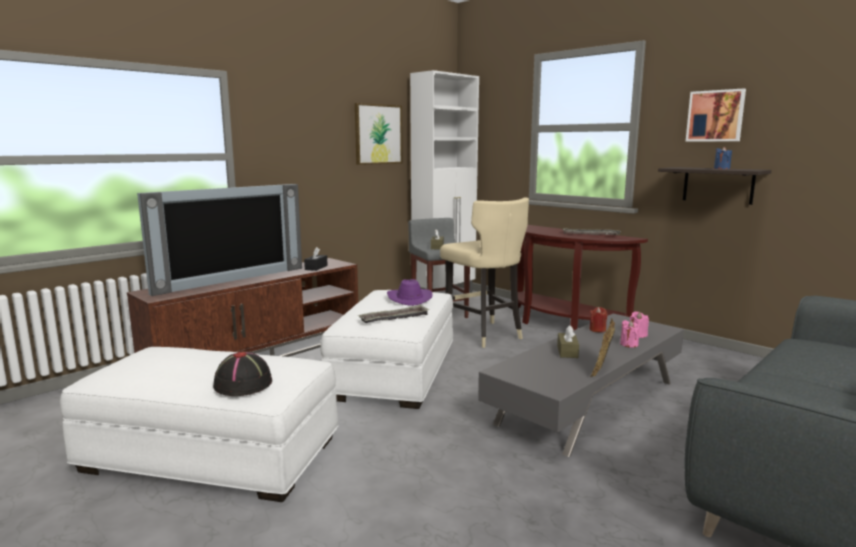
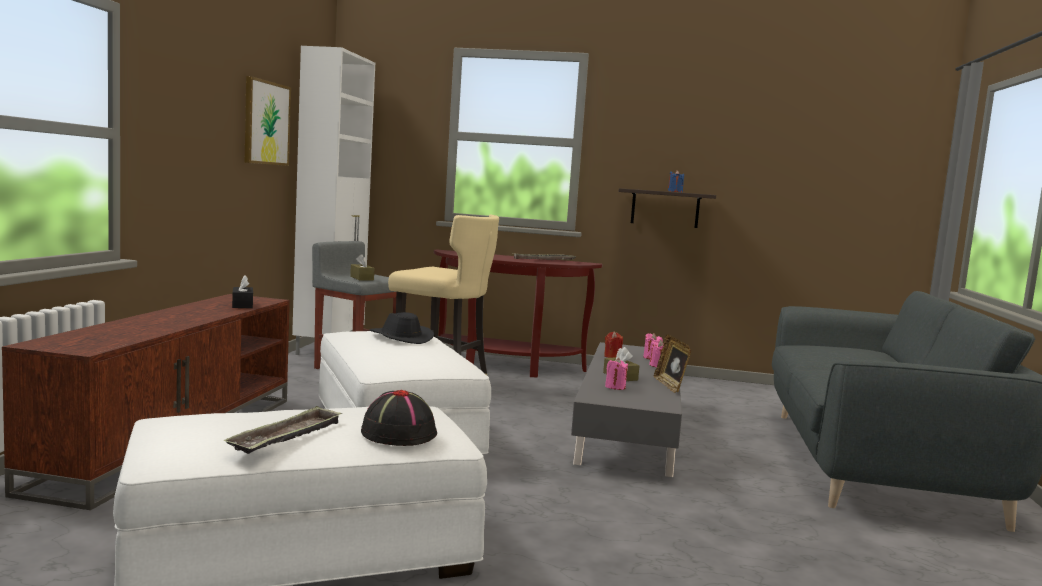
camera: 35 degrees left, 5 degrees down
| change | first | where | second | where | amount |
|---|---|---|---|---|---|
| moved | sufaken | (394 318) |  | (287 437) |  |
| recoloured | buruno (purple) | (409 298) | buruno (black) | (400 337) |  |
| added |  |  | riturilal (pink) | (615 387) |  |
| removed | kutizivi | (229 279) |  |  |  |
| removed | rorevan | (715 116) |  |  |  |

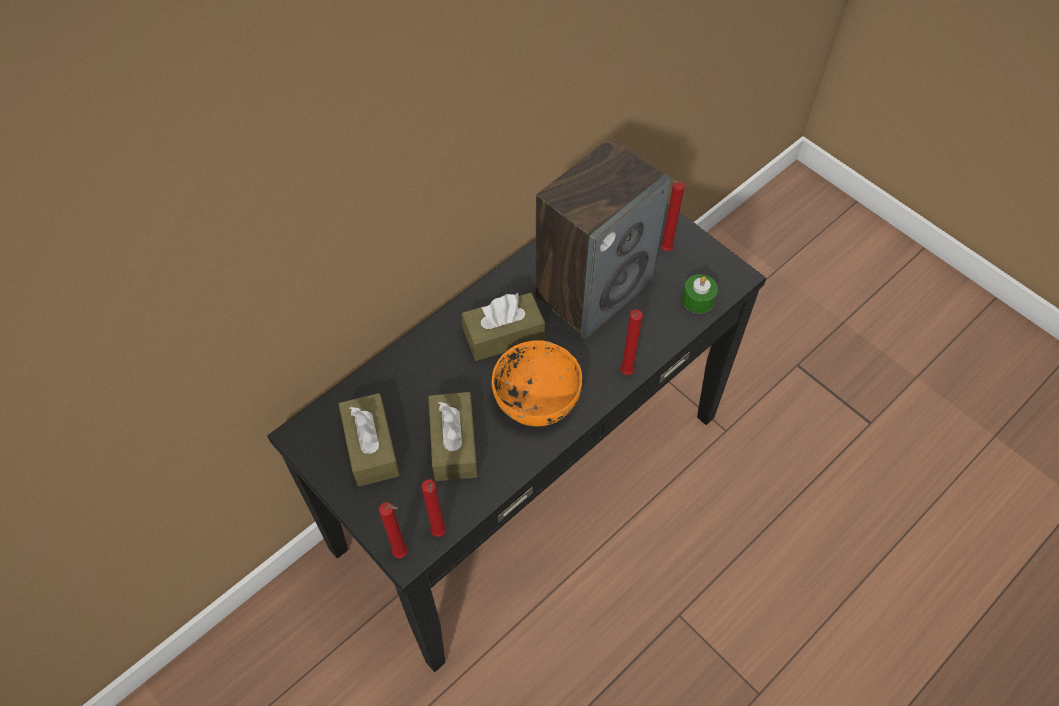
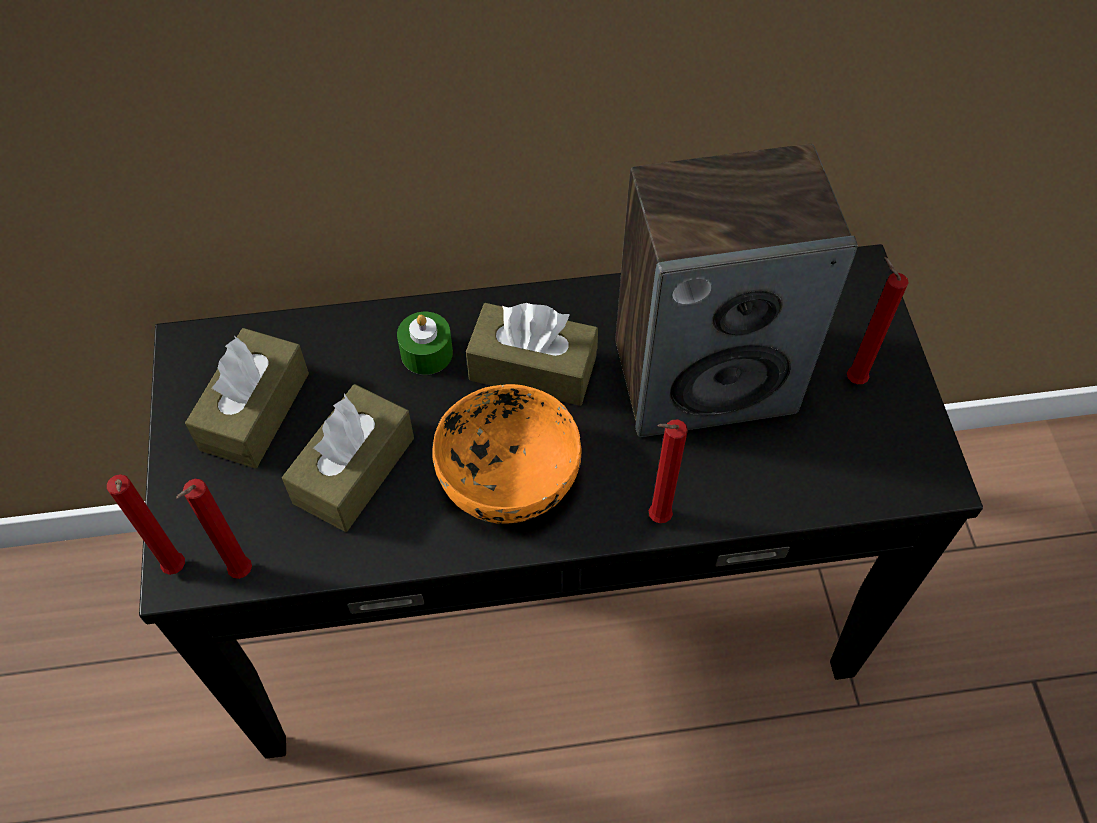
camera: 35 degrees right, 0 degrees up
| change | first | where | second | where | amount |
|---|---|---|---|---|---|
| moved | riturilal (green) | (698 299) |  | (426 353) |  |

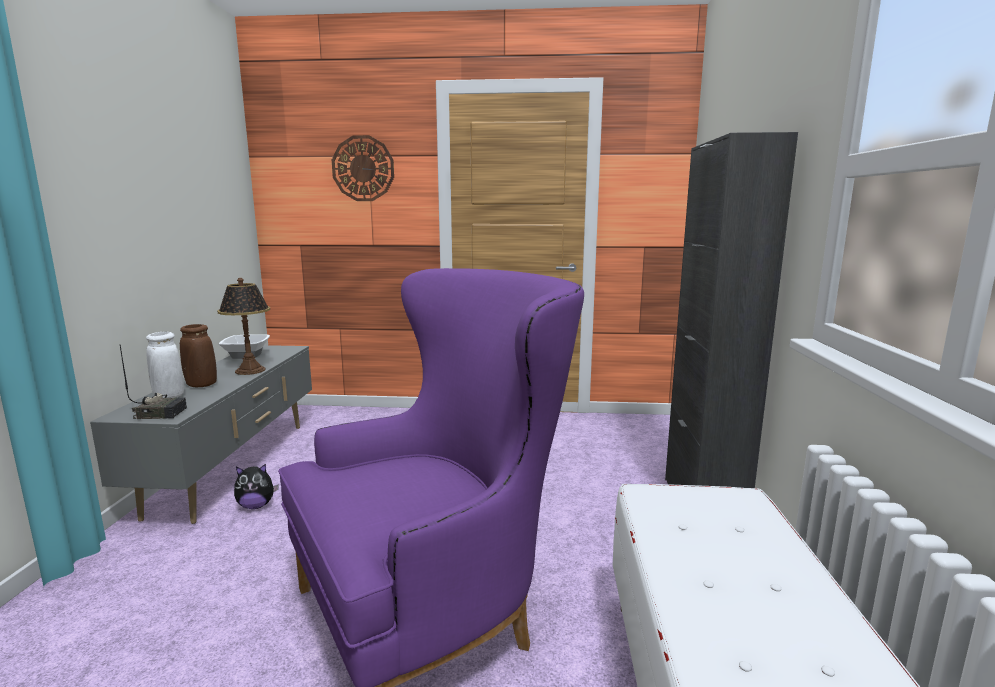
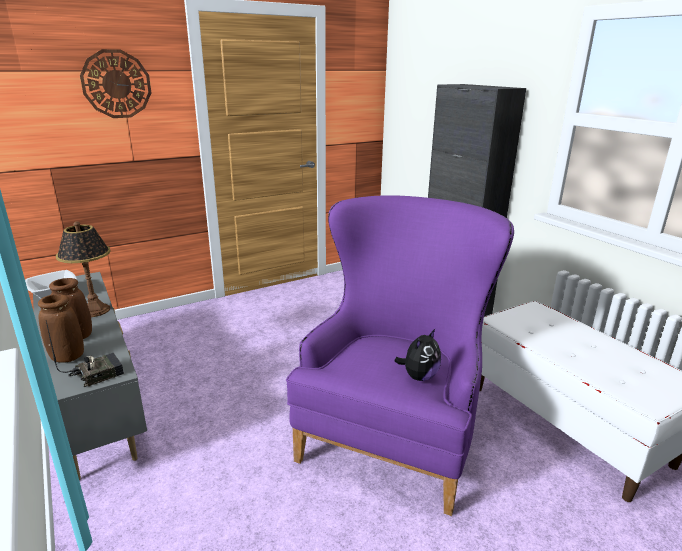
camera: 35 degrees left, 10 degrees up
| change | first | where | second | where | amount |
|---|---|---|---|---|---|
| recoloured | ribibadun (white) | (169 396) | ribibadun (brown) | (67 357) |  |
| moved | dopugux | (256 506) |  | (419 376) |  |

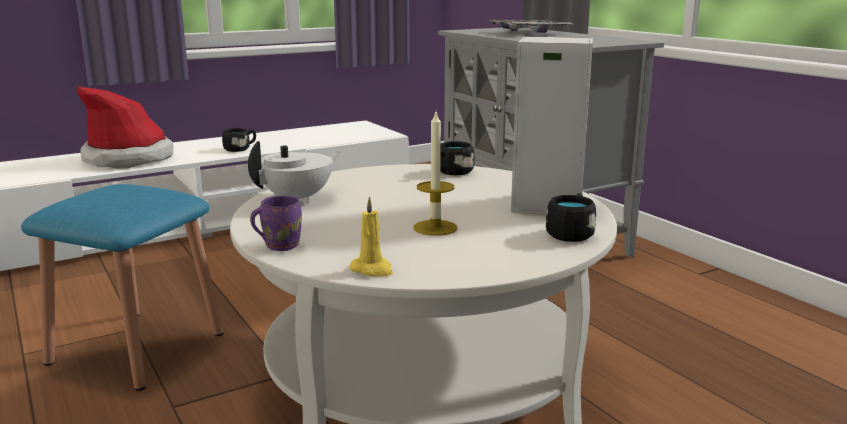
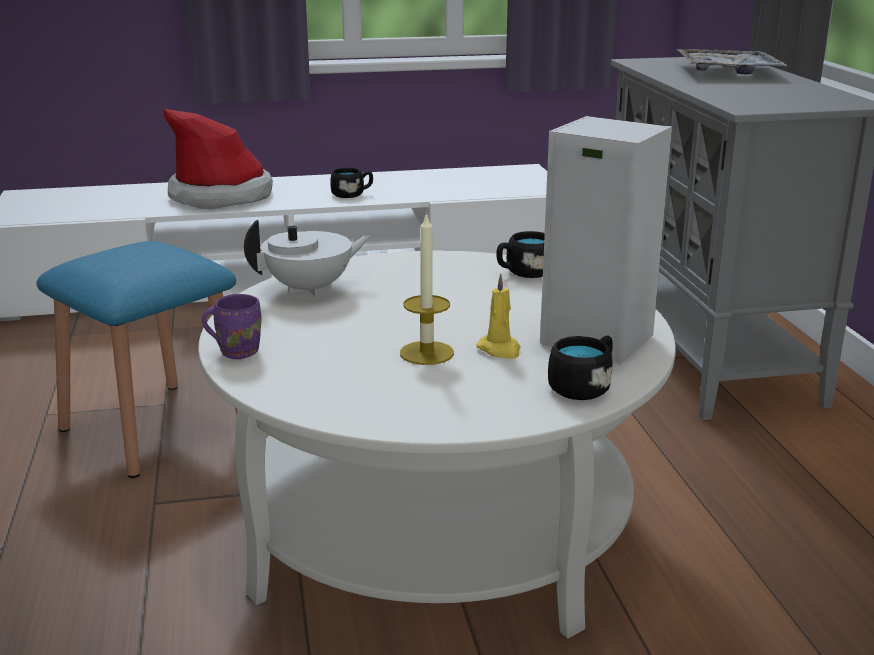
camera: 20 degrees right, 5 degrees up
| change | first | where | second | where | amount |
|---|---|---|---|---|---|
| moved | riturilal (yellow) | (372 270) |  | (500 350) |  |

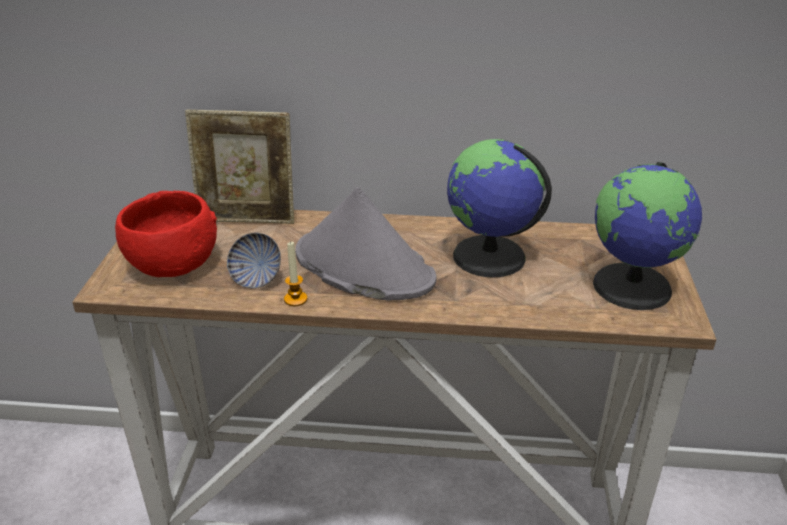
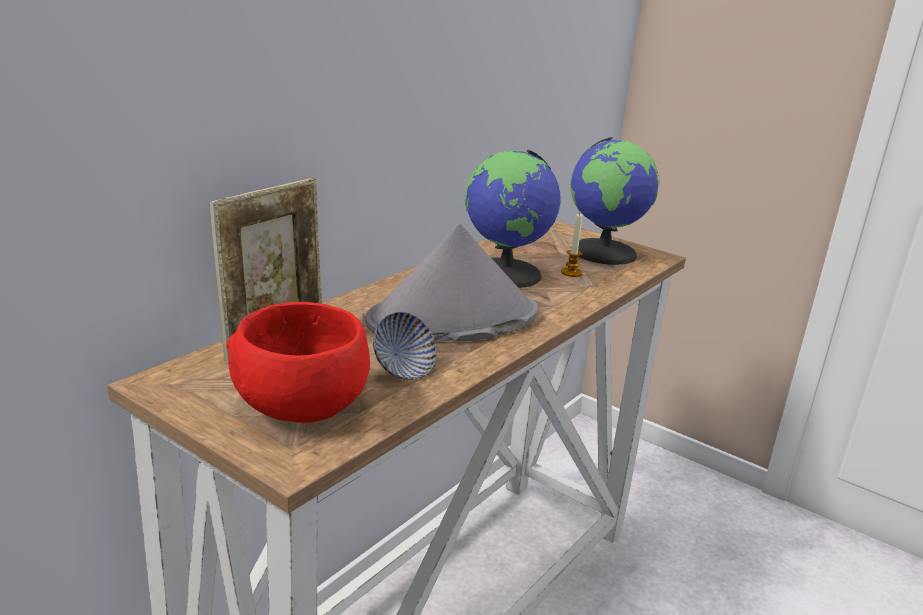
camera: 60 degrees left, 10 degrees down
| change | first | where | second | where | amount |
|---|---|---|---|---|---|
| moved | riturilal | (295 299) |  | (571 273) |  |

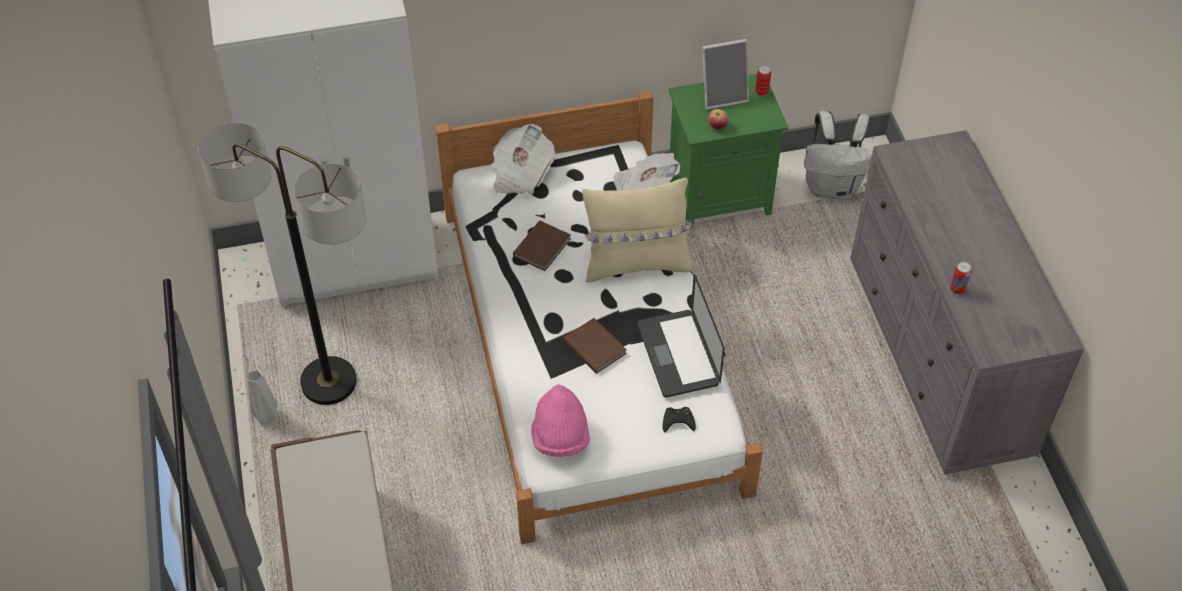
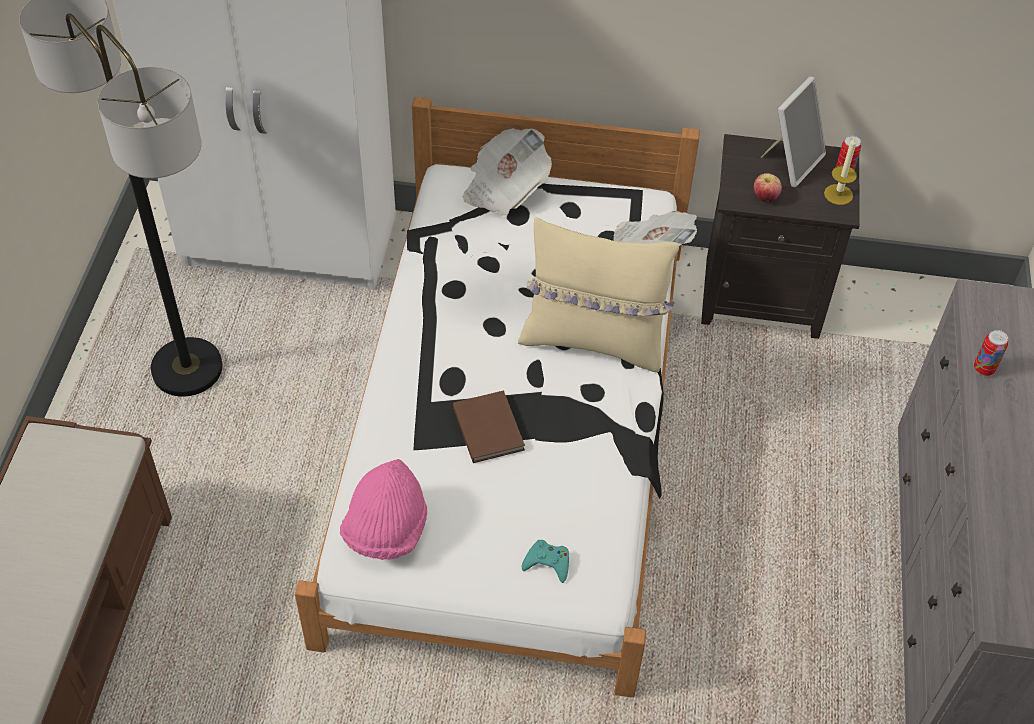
camera: 20 degrees right, 0 degrees up
| change | first | where | second | where | amount |
|---|---|---|---|---|---|
| recoloured | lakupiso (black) | (678 422) | lakupiso (turquoise) | (547 563) |  |
| recoloured | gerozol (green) | (720 195) | gerozol (black) | (763 296) |  |
| turned | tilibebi | (723 95) |  | (791 161) | 60 degrees counterclockwise |
| added |  |  | riturilal | (838 194) |  |
| moved | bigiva | (957 289) |  | (983 369) |  |
| removed | ribibadun (grey) | (267 418) |  |  |  |
| removed | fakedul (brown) | (543 246) |  |  |  |
| removed | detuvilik | (678 354) |  |  |  |
| removed | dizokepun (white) | (833 187) |  |  |  |

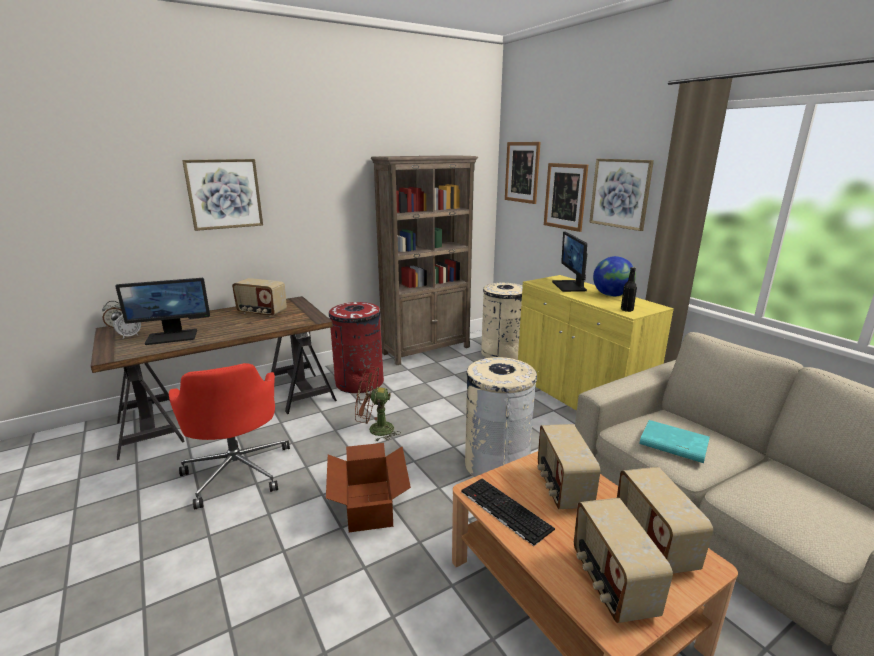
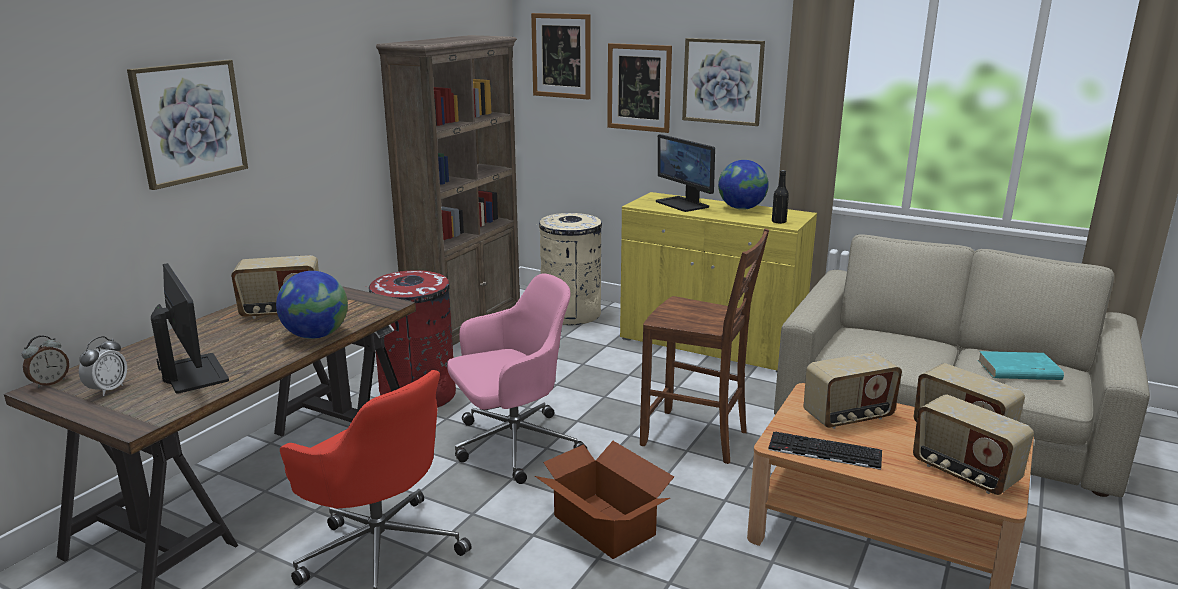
camera: 30 degrees left, 0 degrees up
| change | first | where | second | where | amount |
|---|---|---|---|---|---|
| turned | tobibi | (172 336) |  | (193 373) | 75 degrees counterclockwise |
| added |  |  | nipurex | (316 335) |  |
| replaced | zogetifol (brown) | (375 430) | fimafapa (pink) | (513 445) |  |
| replaced | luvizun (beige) | (497 464) | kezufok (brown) | (697 438) |  |
| turned | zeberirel | (562 487) |  | (848 417) | 75 degrees counterclockwise |
| moved | fakedul (turquoise) | (672 444) |  | (1018 370) |  |

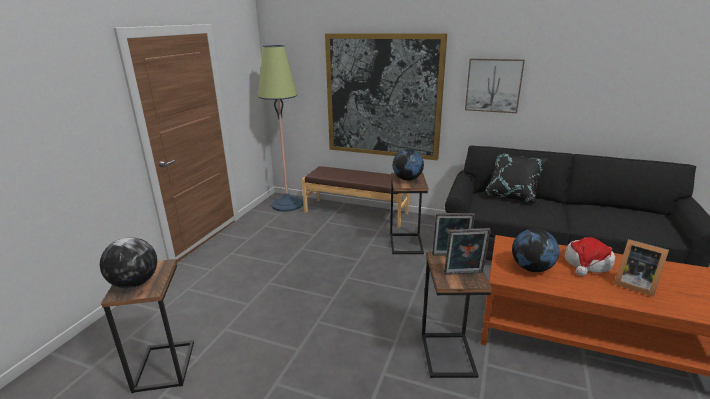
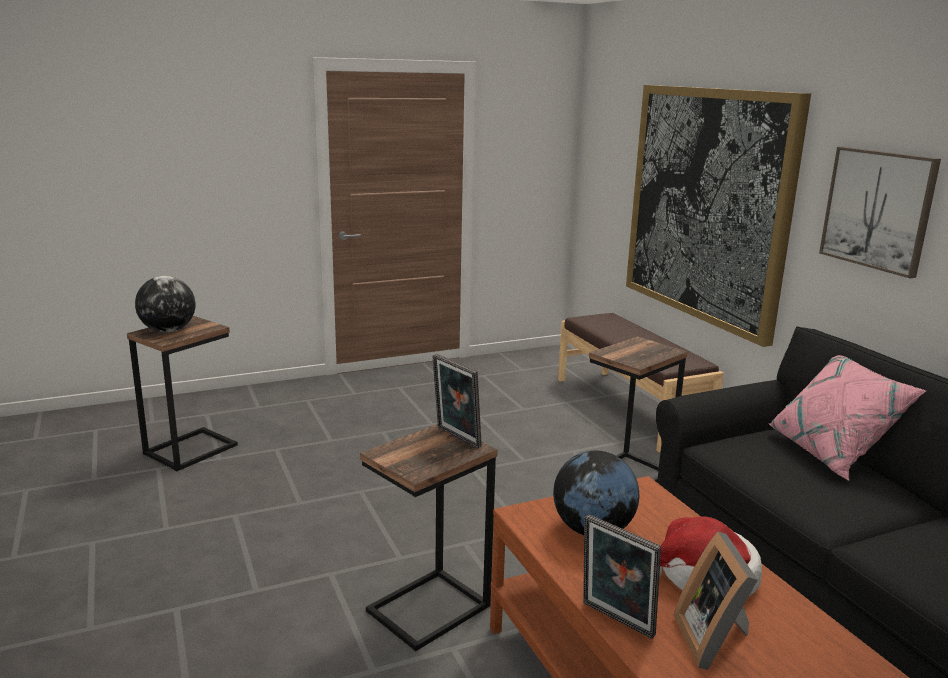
camera: 45 degrees right, 5 degrees down
| change | first | where | second | where | amount |
|---|---|---|---|---|---|
| moved | tilibebi | (464 274) |  | (615 621) |  |
| recoloured | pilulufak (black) | (511 196) | pilulufak (pink) | (831 453) |  |
| removed | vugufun | (287 204) |  |  |  |
| removed | nipurex | (407 179) |  |  |  |

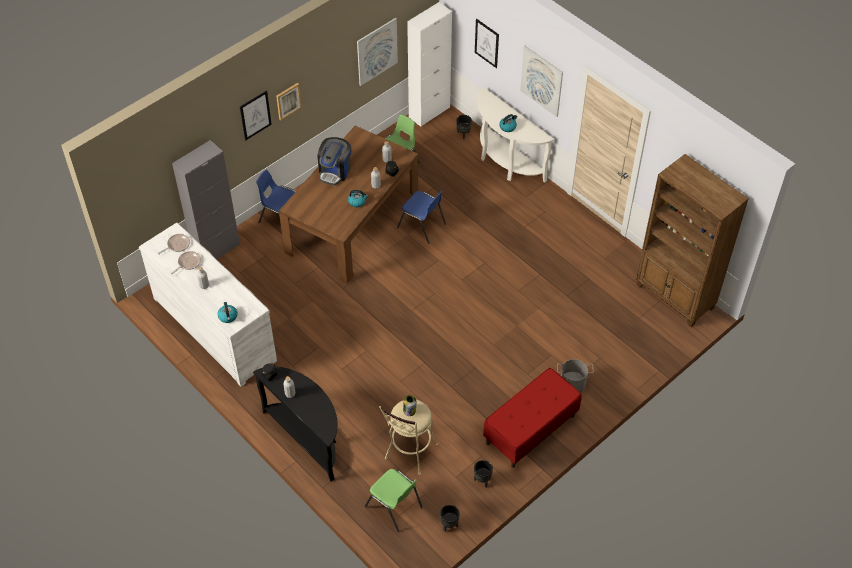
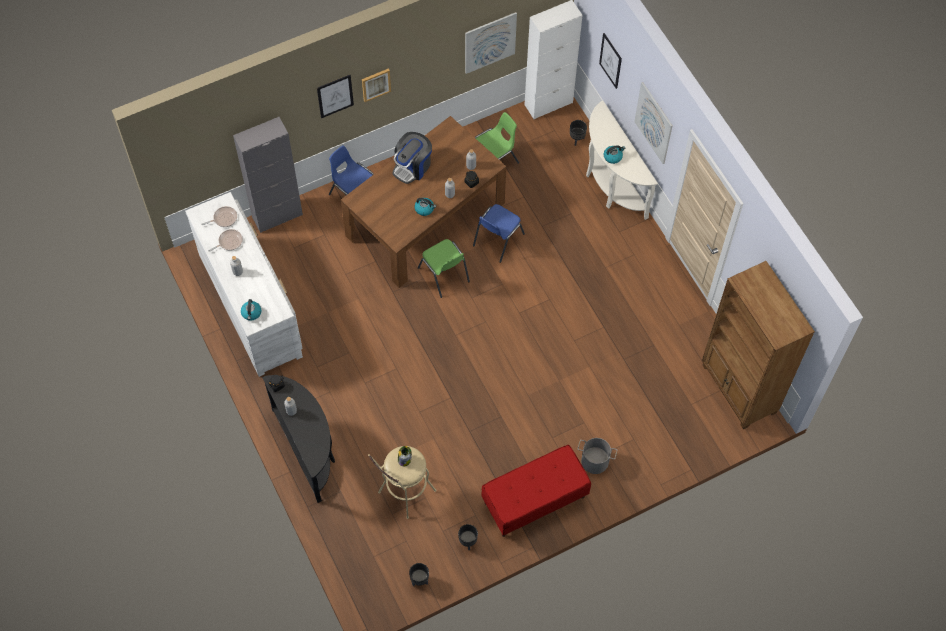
camera: 15 degrees right, 10 degrees up
| change | first | where | second | where | amount |
|---|---|---|---|---|---|
| moved | kezufok (green) | (394 507) |  | (444 275) |  |
| turned | kezufok (blue) | (422 226) |  | (497 240) | 75 degrees clockwise |

